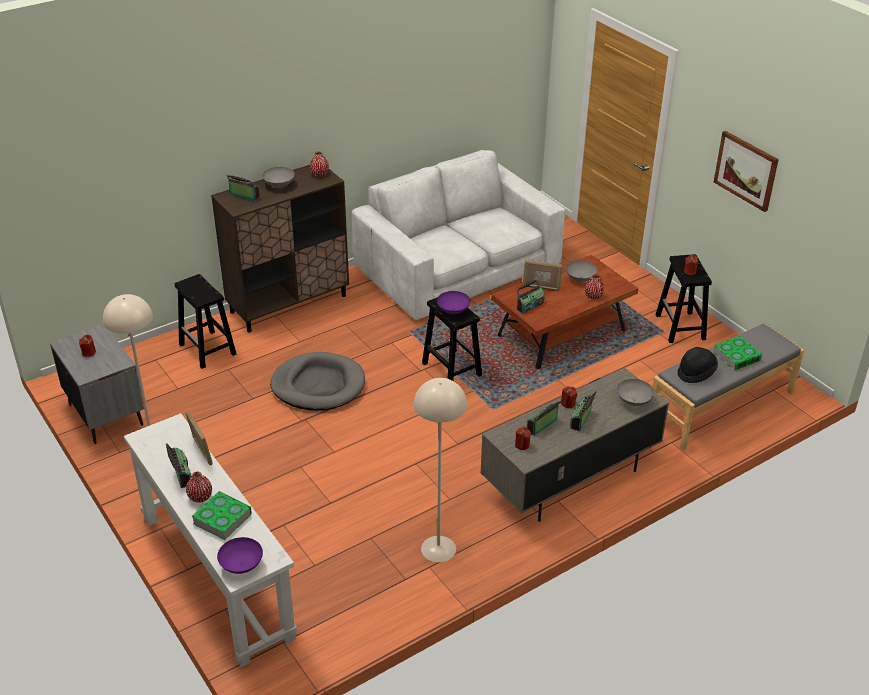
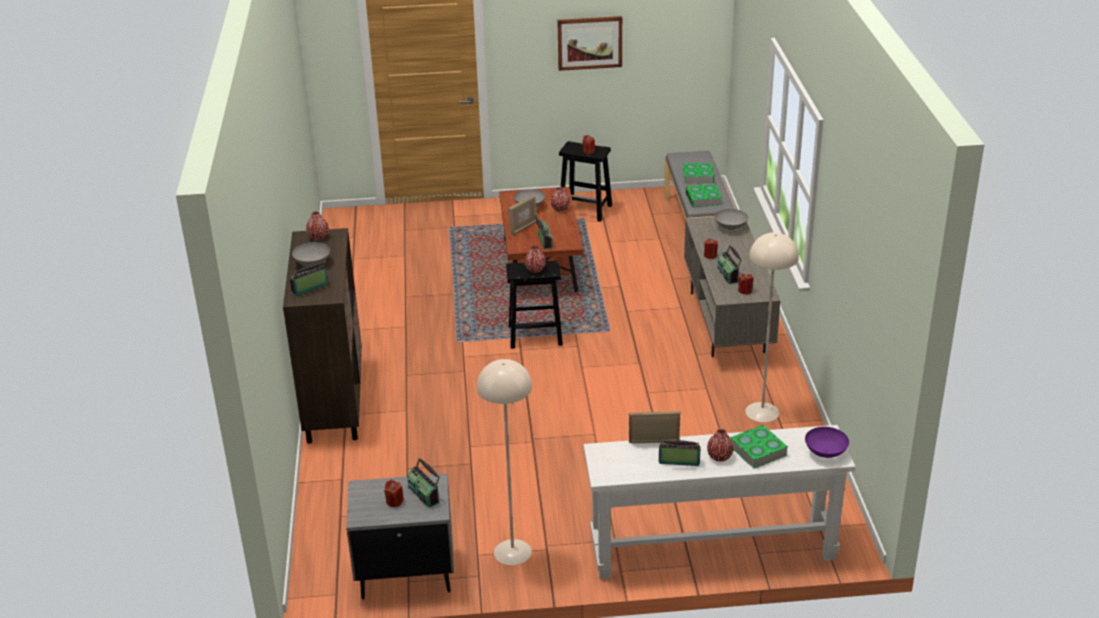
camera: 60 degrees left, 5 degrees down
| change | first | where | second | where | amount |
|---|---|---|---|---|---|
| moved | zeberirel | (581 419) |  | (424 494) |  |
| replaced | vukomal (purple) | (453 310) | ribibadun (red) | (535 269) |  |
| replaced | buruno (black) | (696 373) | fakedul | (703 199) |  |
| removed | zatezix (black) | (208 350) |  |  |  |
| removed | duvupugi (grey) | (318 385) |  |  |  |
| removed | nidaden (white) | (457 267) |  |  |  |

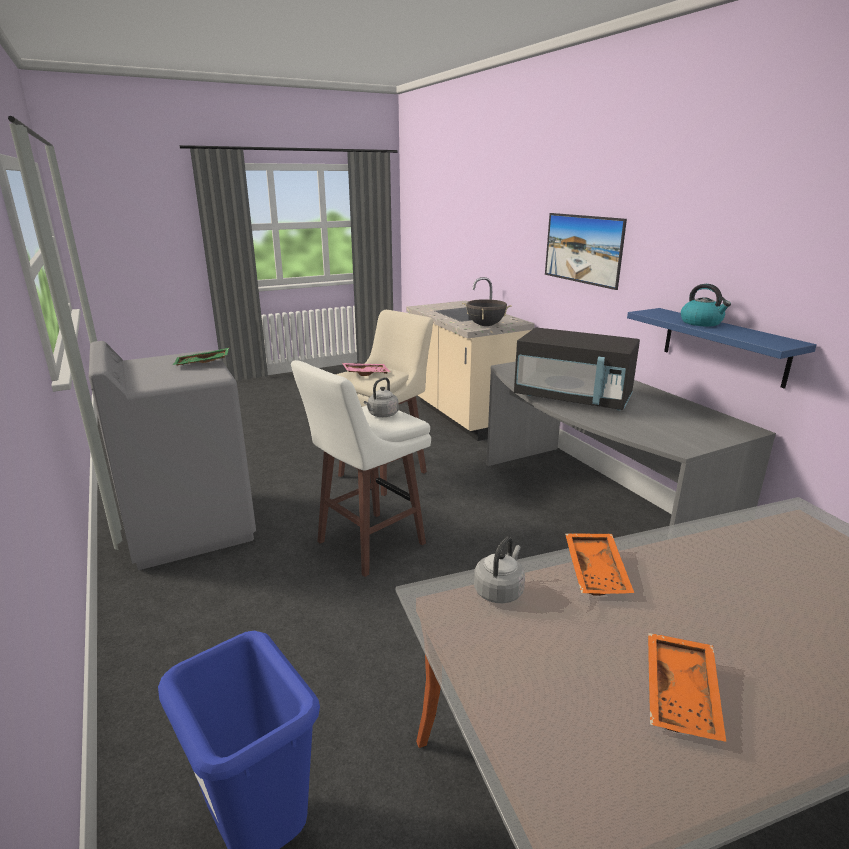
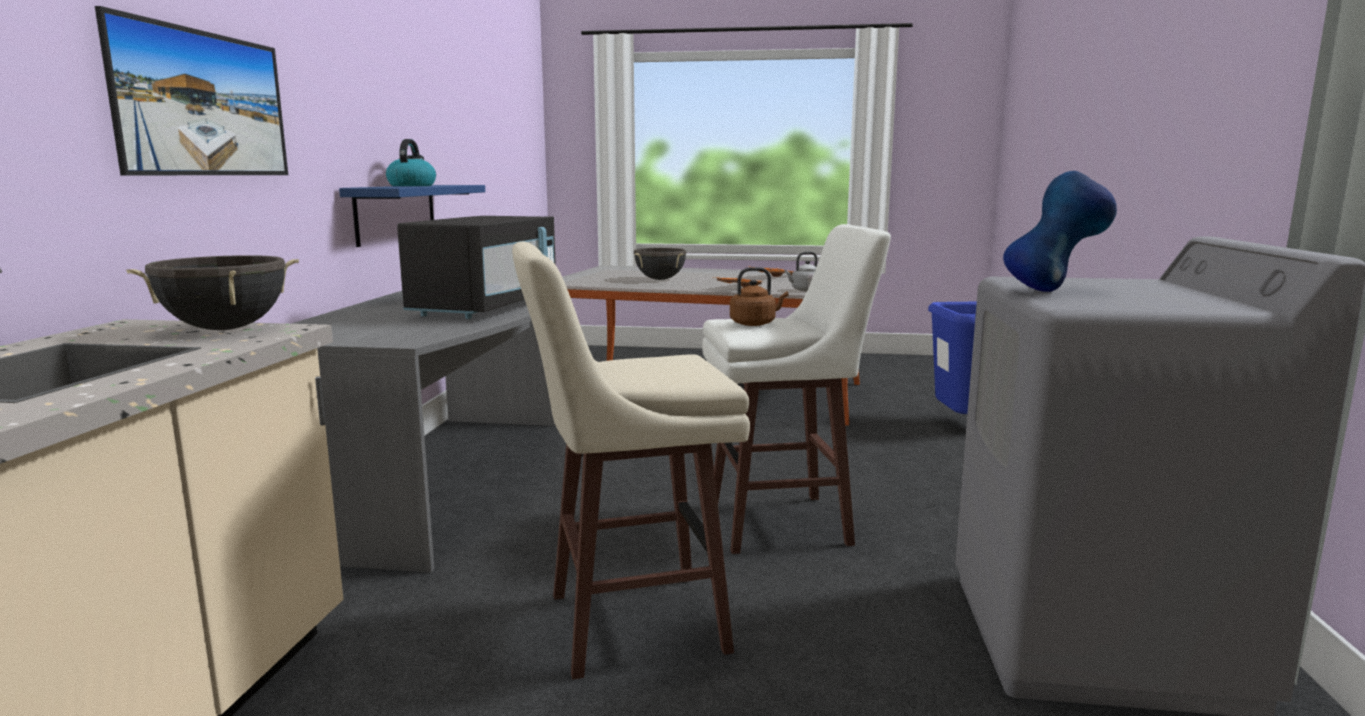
camera: 145 degrees left, 10 degrees down
| change | first | where | second | where | amount |
|---|---|---|---|---|---|
| turned | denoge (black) | (573 398) |  | (486 307) | 45 degrees clockwise |
| added |  |  | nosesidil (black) | (660 279) |  |
| recoloured | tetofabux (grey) | (382 415) | tetofabux (brown) | (755 323) |  |
| replaced | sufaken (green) | (202 364) | ribibadun (blue) | (1053 290) |  |
| removed | sufaken (pink) | (366 373) |  |  |  |

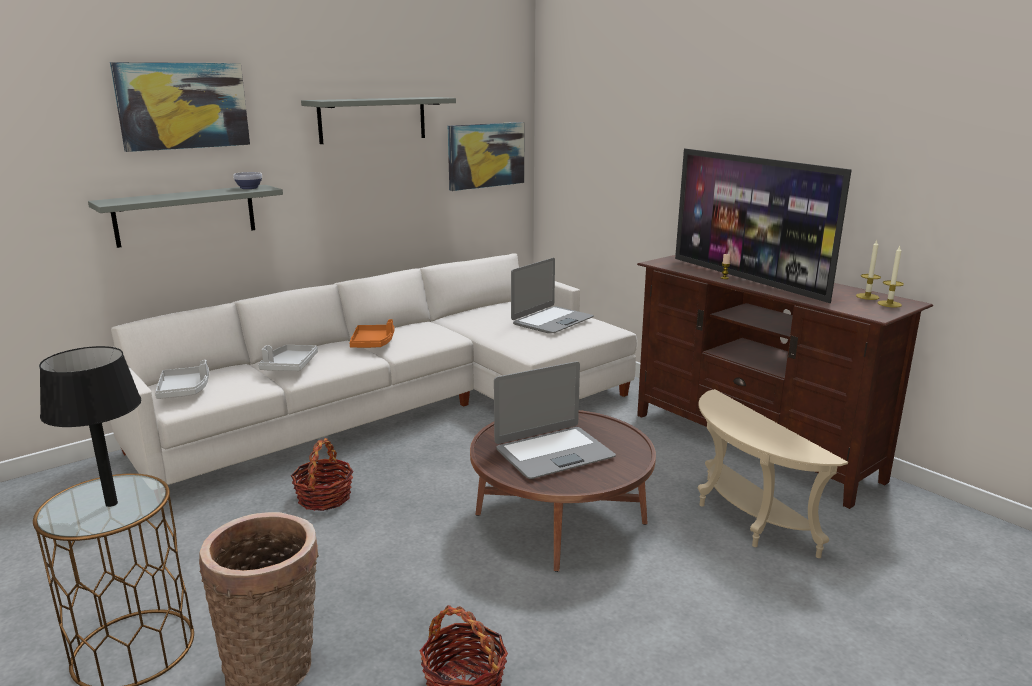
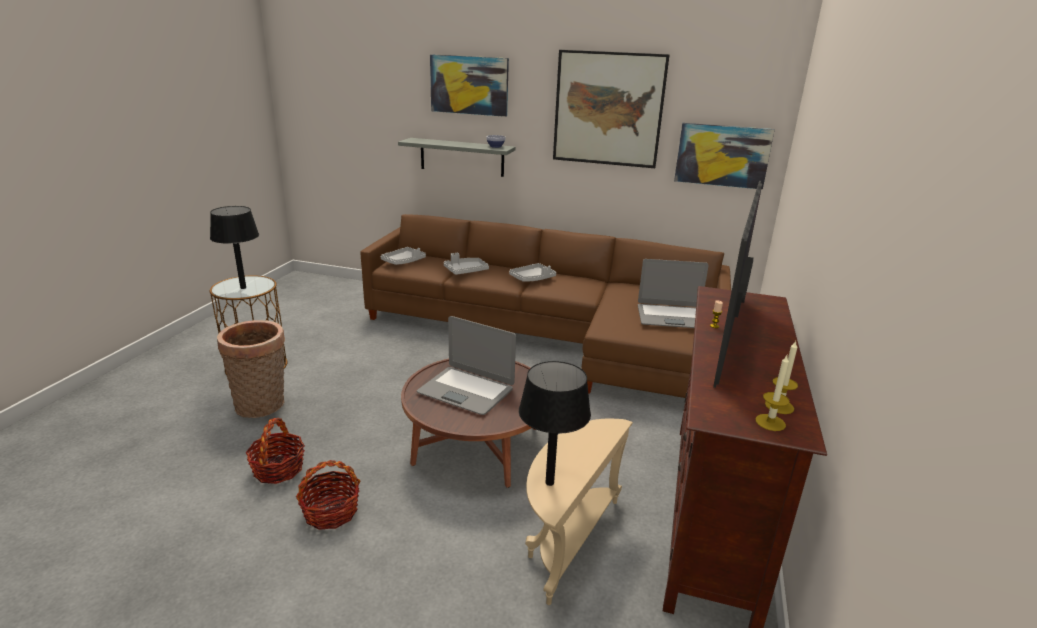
camera: 55 degrees right, 5 degrees up
| change | first | where | second | where | amount |
|---|---|---|---|---|---|
| moved | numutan | (324 498) |  | (331 512) |  |
| recoloured | nidaden (white) | (407 406) | nidaden (brown) | (557 336) |  |
| recoloured | sufaken (orange) | (373 343) | sufaken (grey) | (532 278) |  |
| added |  |  | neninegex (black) | (549 483) |  |
| replaced | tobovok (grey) | (373 119) | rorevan | (608 109) |  |

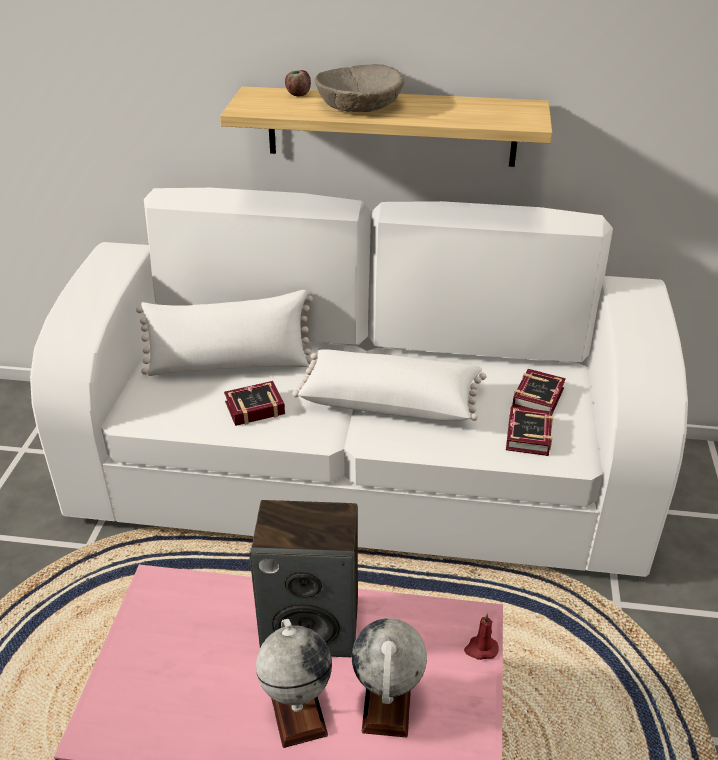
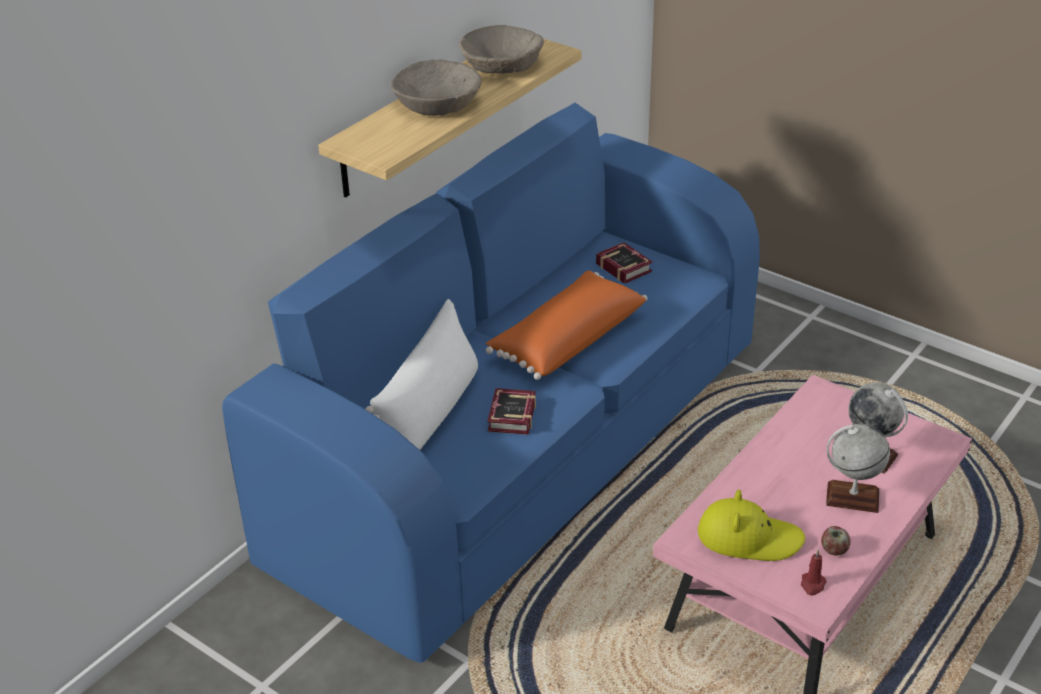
camera: 60 degrees left, 0 degrees up
| change | first | where | second | where | amount |
|---|---|---|---|---|---|
| recoloured | nidaden (white) | (360 479) | nidaden (blue) | (523 449) |  |
| added |  |  | vukomal (beige) | (501 65) |  |
| recoloured | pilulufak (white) | (390 401) | pilulufak (orange) | (566 339) |  |
| added |  |  | buruno (yellow) | (748 537) |  |
| moved | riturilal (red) | (480 649) |  | (812 585) |  |
| moved | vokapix | (298 94) |  | (834 550) |  |
| removed | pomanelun | (311 627) |  |  |  |
| removed | fakedul | (526 437) |  |  |  |

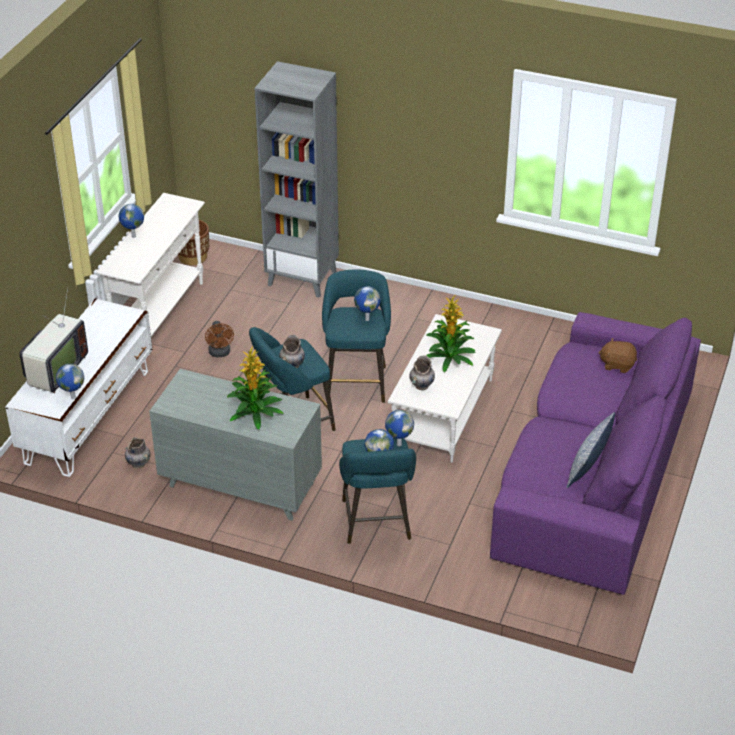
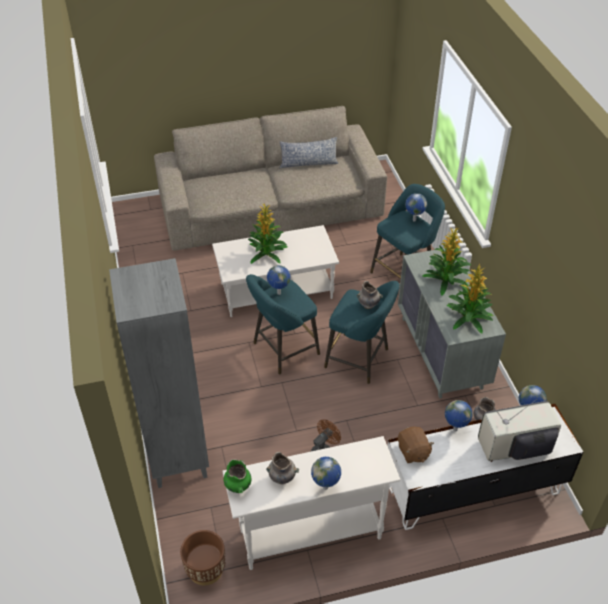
camera: 125 degrees left, 5 degrees up
| change | first | where | second | where | amount |
|---|---|---|---|---|---|
| recoloured | nidaden (purple) | (593 472) | nidaden (beige) | (270 208) |  |
| added |  |  | ribibadun (green) | (238 487) |  |
| moved | ribibadun (grey) | (421 386) |  | (282 478) |  |
| moved | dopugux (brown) | (617 364) |  | (413 452) |  |
| moved | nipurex | (398 444) |  | (455 430) |  |
| added |  |  | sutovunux | (469 318) |  |

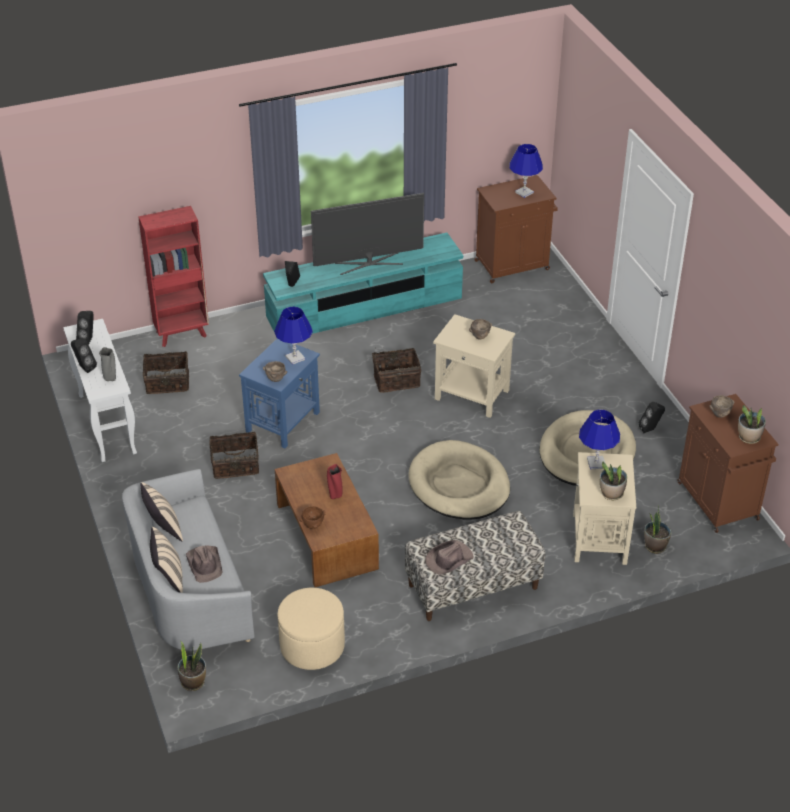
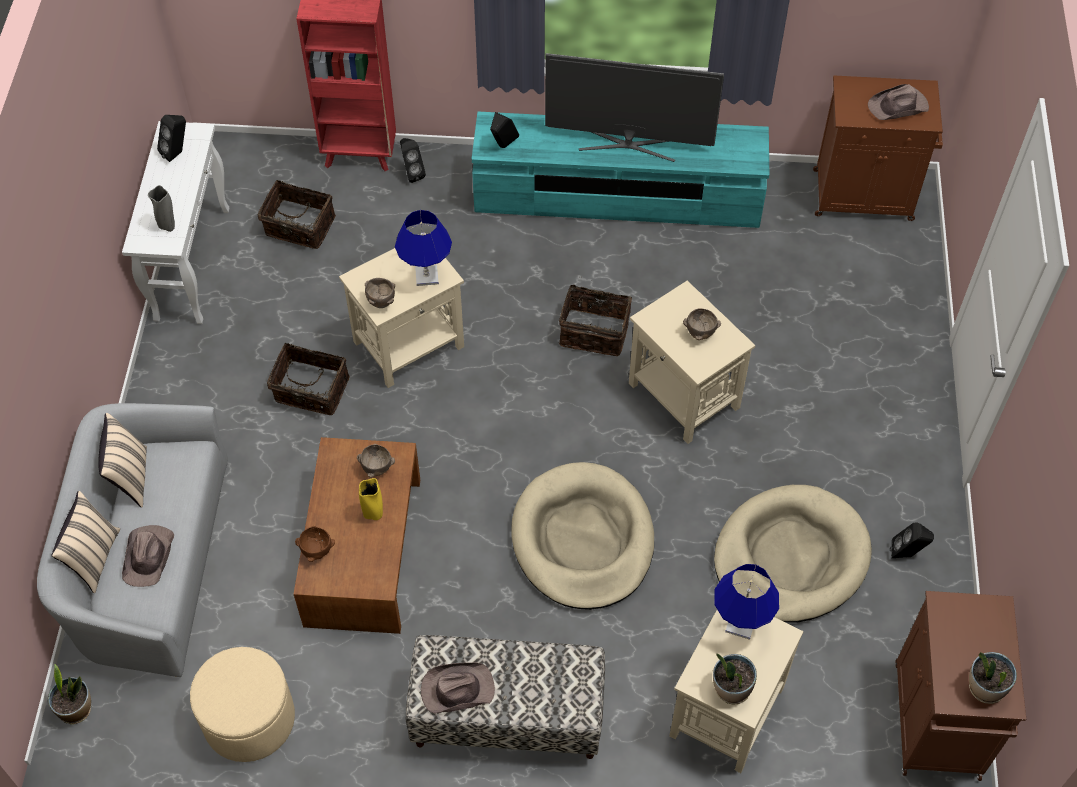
camera: 25 degrees right, 15 degrees up
| change | first | where | second | where | amount |
|---|---|---|---|---|---|
| recoloured | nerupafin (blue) | (283 422) | nerupafin (beige) | (409 345) |  |
| moved | vukomal (brown) | (719 415) |  | (376 470) |  |
| recoloured | ribibadun (red) | (335 496) | ribibadun (yellow) | (373 514) |  |
| moved | pomanelun (black) | (84 368) |  | (411 173) |  |
| replaced | neninegex (blue) | (524 192) | buruno (brown) | (898 106) |  |
| removed | sutovunux | (655 546) |  |  |  |

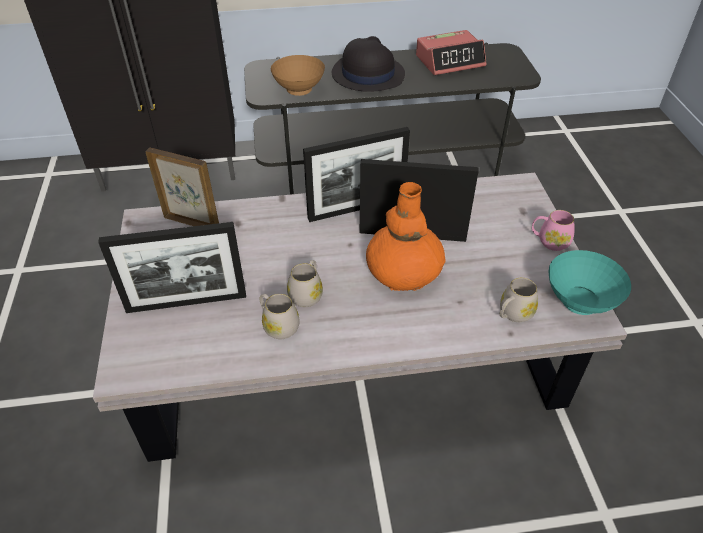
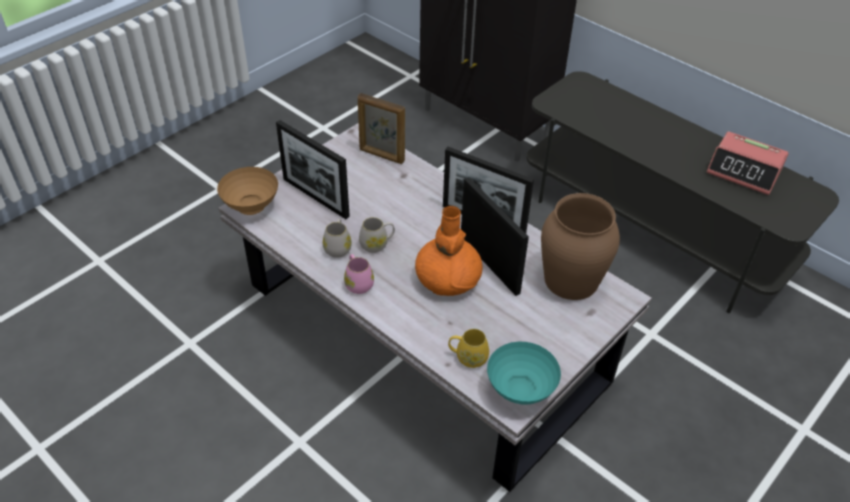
camera: 50 degrees right, 0 degrees up
| change | first | where | second | where | amount |
|---|---|---|---|---|---|
| moved | vukomal (brown) | (298 91) |  | (250 207) |  |
| moved | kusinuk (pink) | (549 241) |  | (358 282) |  |
| turned | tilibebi | (192 222) |  | (381 156) | 135 degrees clockwise |
| recoloured | kusinuk (white) | (513 314) | kusinuk (yellow) | (467 357) |  |
| added |  |  | ribibadun (brown) | (571 279) |  |
| removed | buruno (black) | (367 74) |  |  |  |

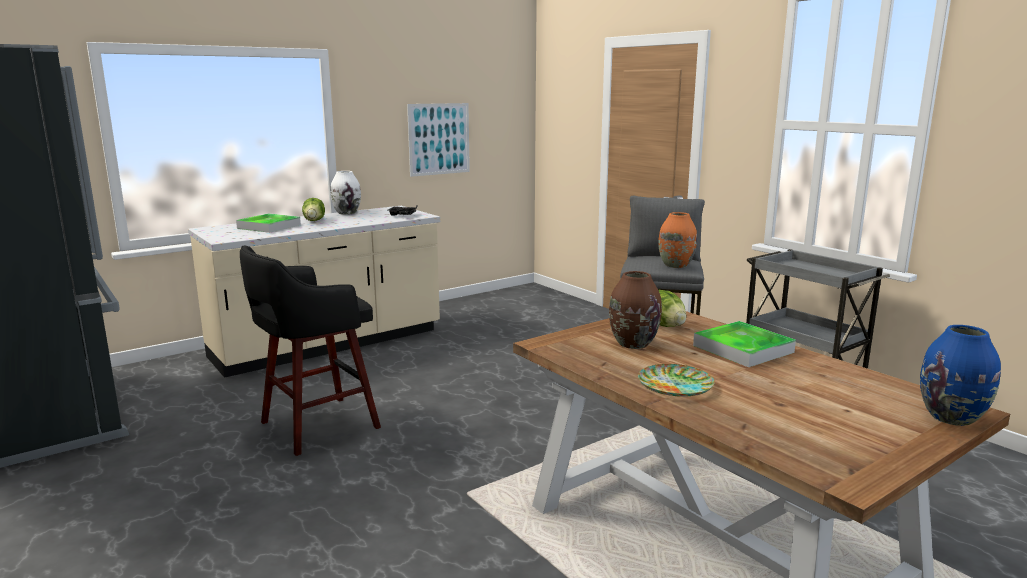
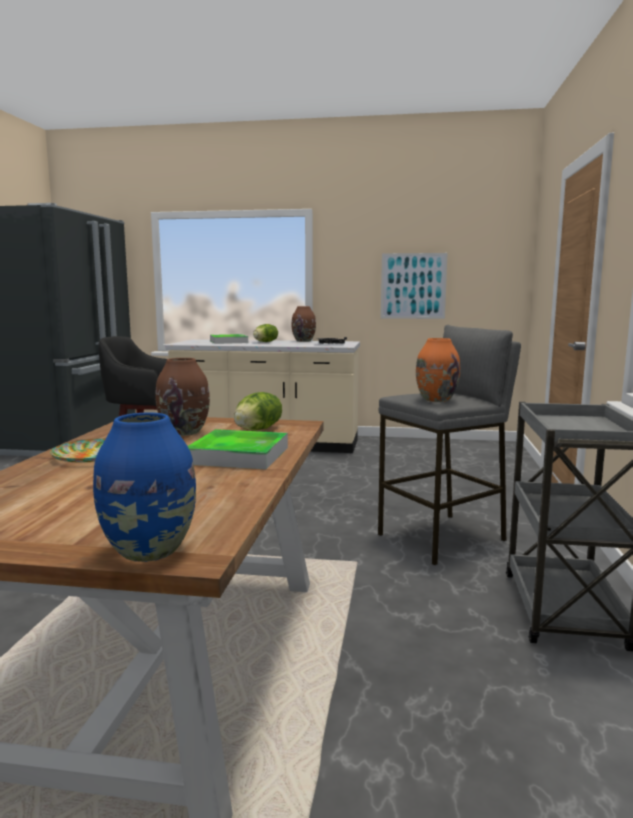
camera: 45 degrees right, 5 degrees down
| change | first | where | second | where | amount |
|---|---|---|---|---|---|
| recoloured | ribibadun (white) | (347 213) | ribibadun (brown) | (304 341) |  |

